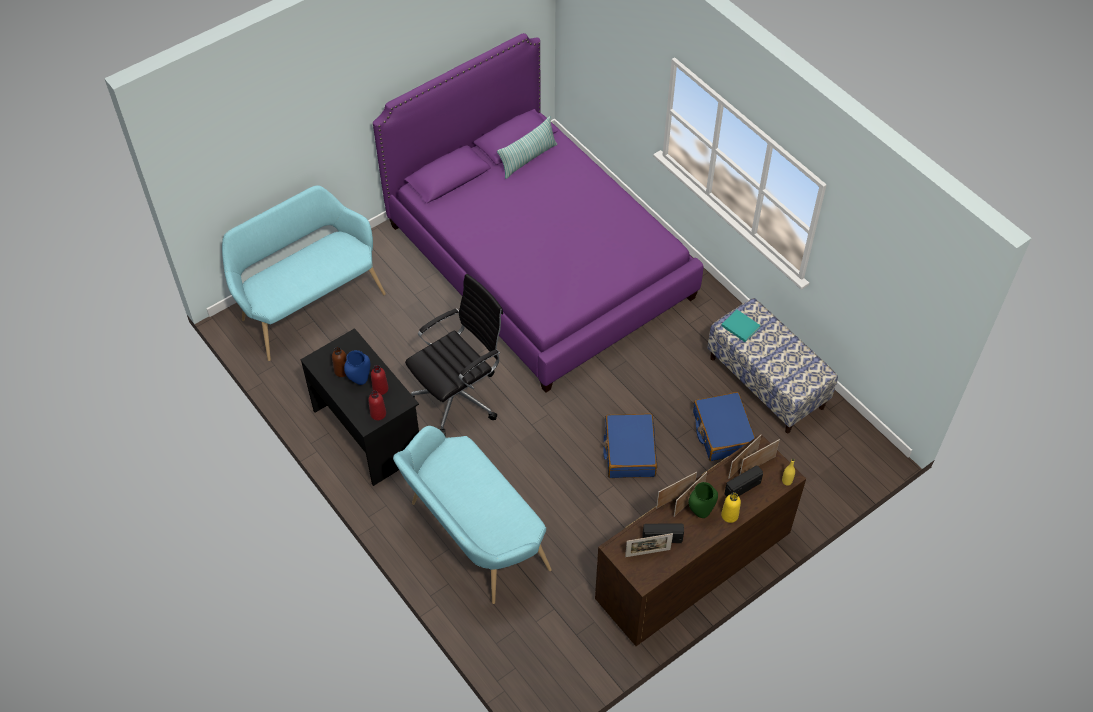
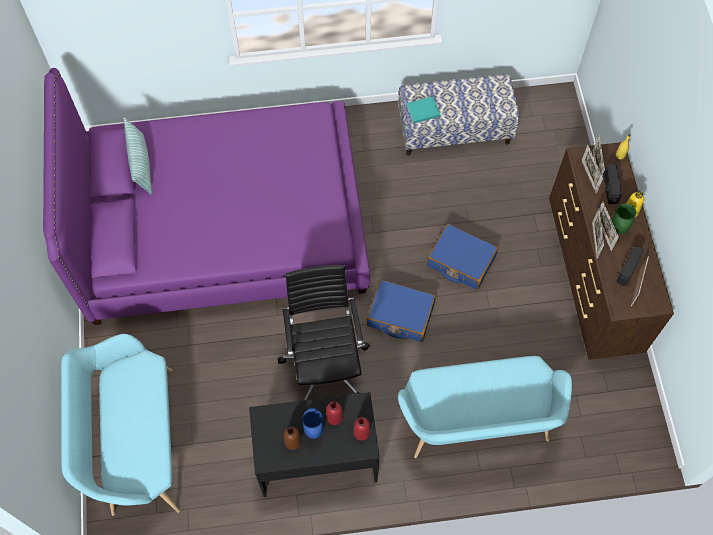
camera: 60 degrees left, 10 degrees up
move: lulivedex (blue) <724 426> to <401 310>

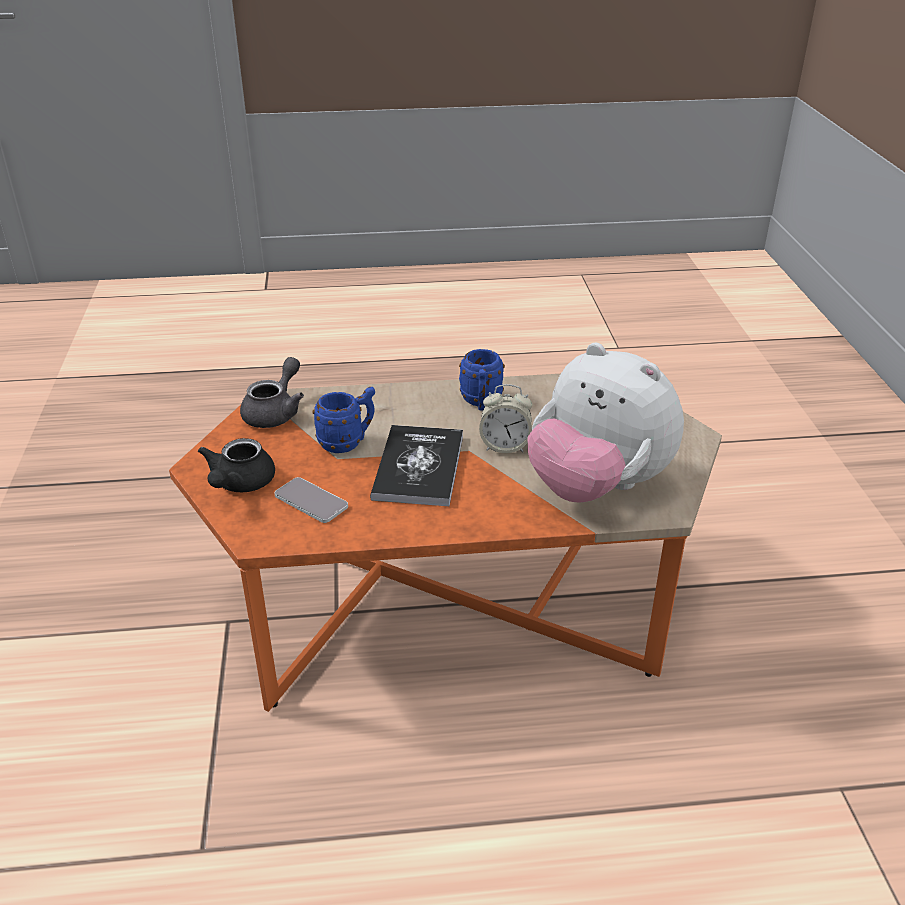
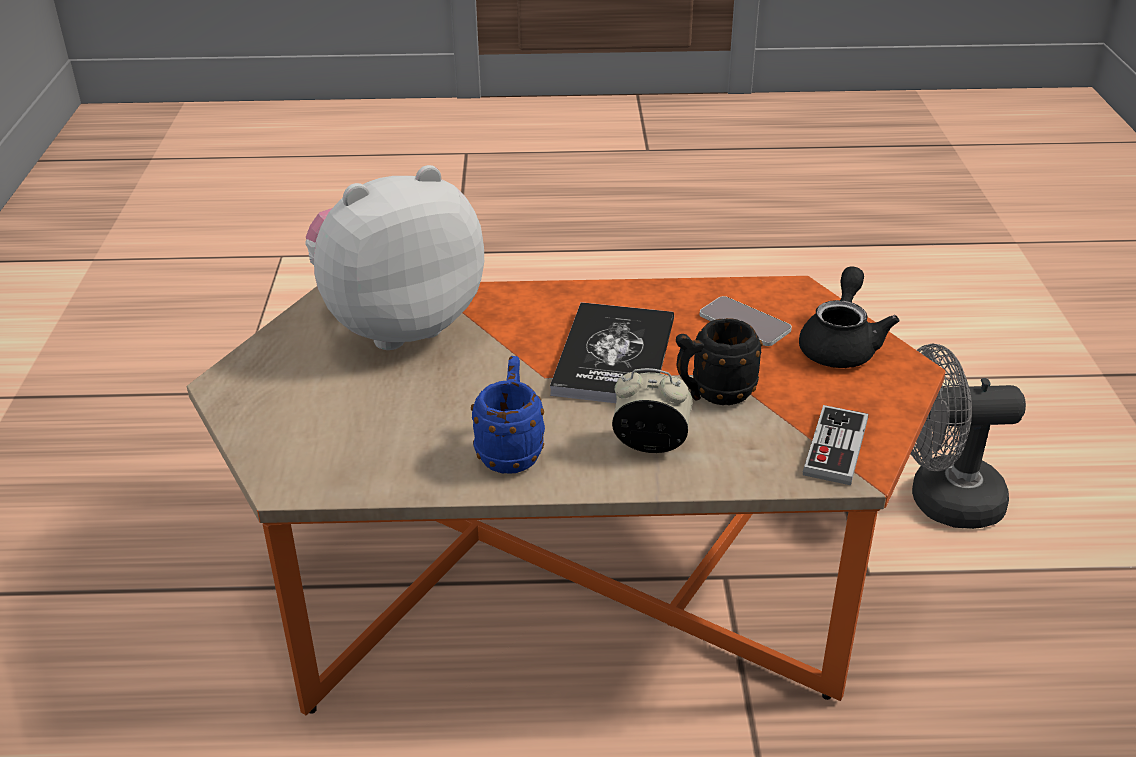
camera: 175 degrees left, 0 degrees up
insert: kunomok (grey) <968 436>
move: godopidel <505 418> to <652 410>
replace: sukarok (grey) <272 392> to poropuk <835 445>
recolor: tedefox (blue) <344 420> to tedefox (black) <719 361>
rotate: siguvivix <606 423> = <394 257> 75 degrees counterclockwise

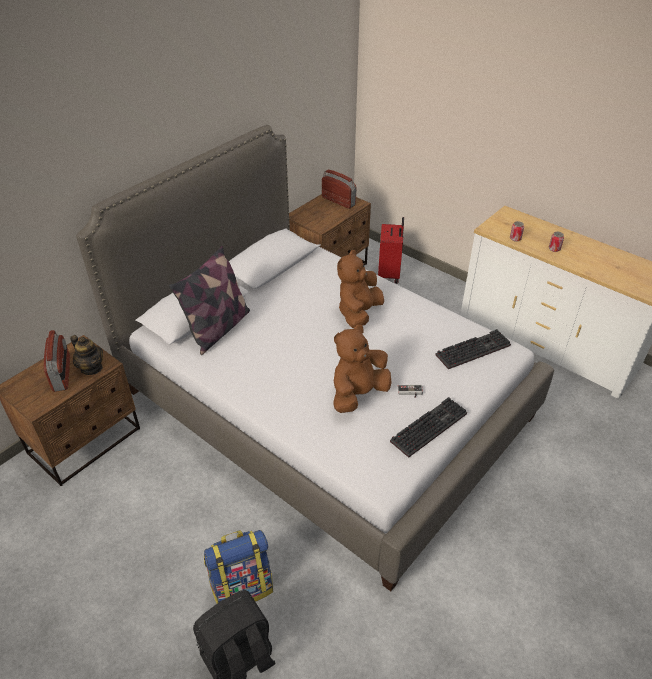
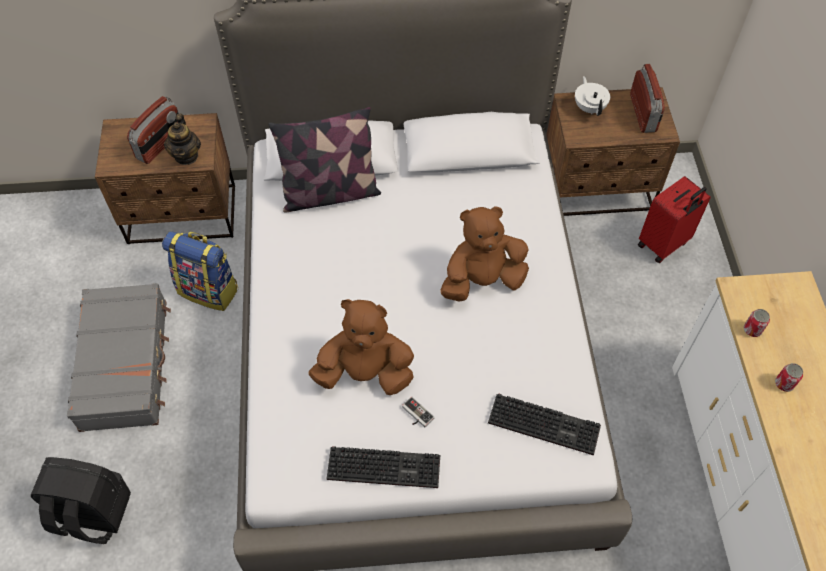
camera: 45 degrees right, 15 degrees up
insert: lulivedex (grey) <119 357>; sukarok (white) <592 96>
move: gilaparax <238 566> to <200 271>

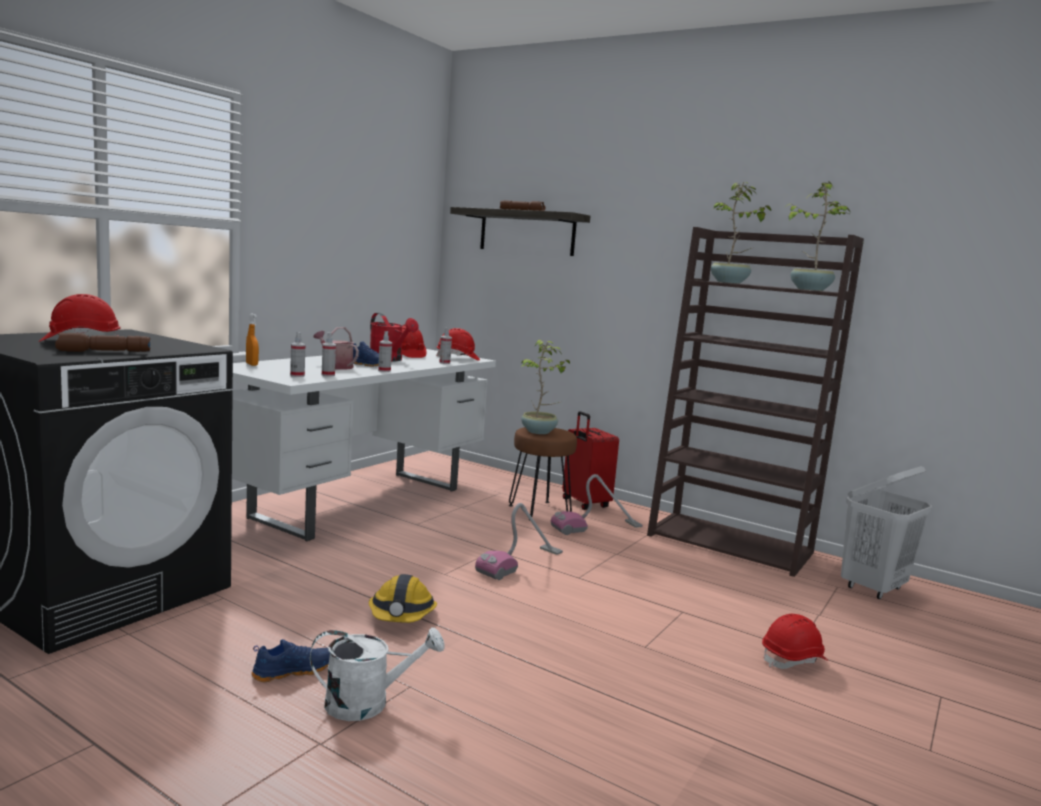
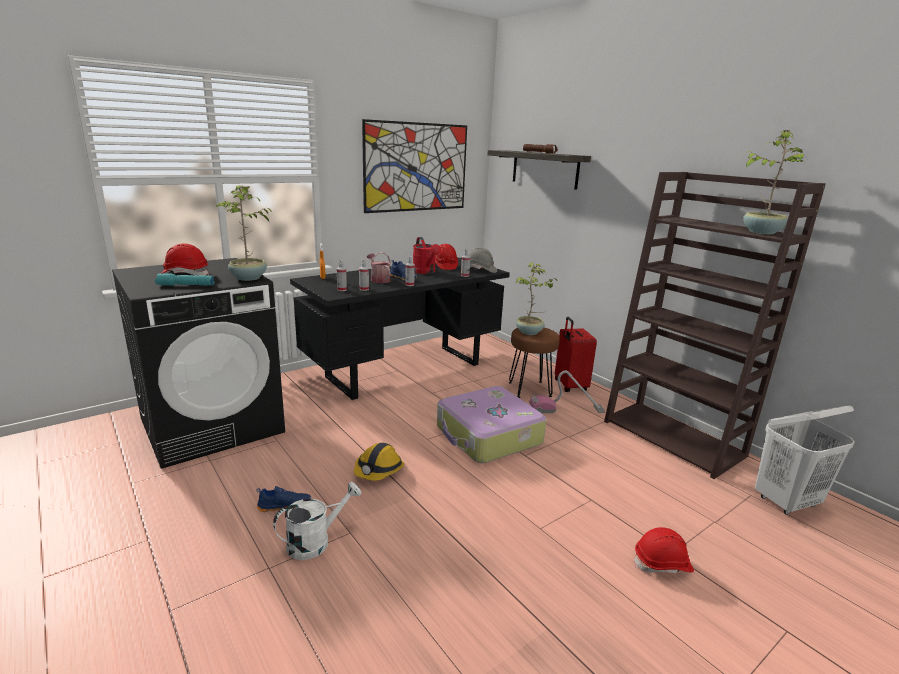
camera: 20 degrees right, 10 degrees up
insert: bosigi <414 166>
move: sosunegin <741 233> to <244 233>
replace: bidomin <519 541> to lulivedex <492 424>
recolor: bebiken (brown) <102 342> to bebiken (turquoise) <184 279>; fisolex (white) <364 445> to fisolex (black) <400 328>; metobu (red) <458 344> to metobu (grey) <483 260>
rotate: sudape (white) <377 674> = <317 521> 45 degrees counterclockwise

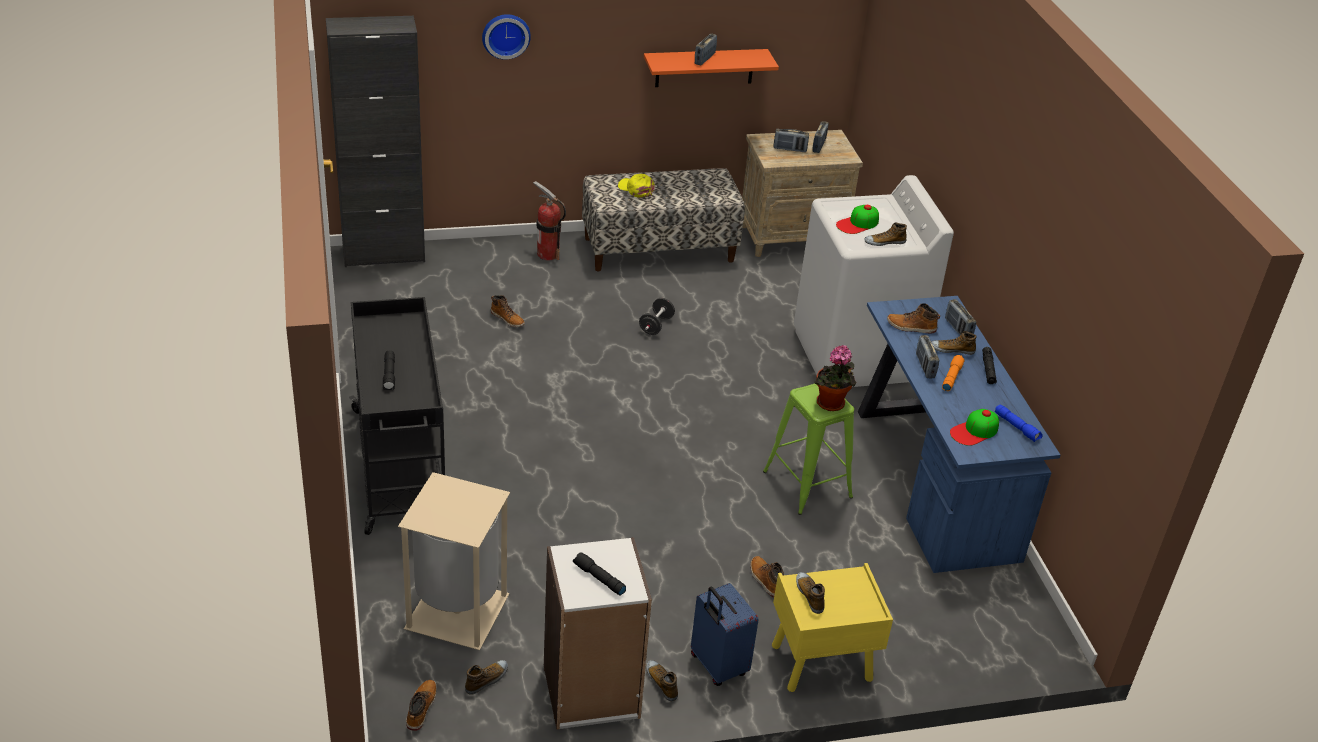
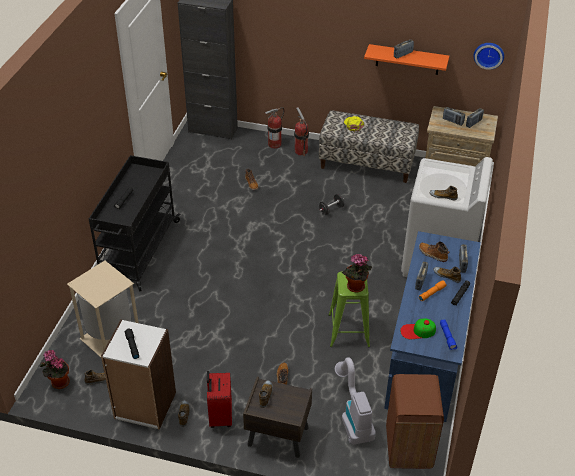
camera: 30 degrees right, 5 degrees up
delete: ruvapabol <857 219>
insert: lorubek <274 128>; bidomin <355 401>; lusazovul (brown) <415 421>
move: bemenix <506 37> to <489 56>
replace: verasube <421 705> to sosunegin <55 369>
recolor: lulivedex (blue) <724 634> to lulivedex (red) <219 399>; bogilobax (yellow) <832 627> to bogilobax (brown) <277 417>

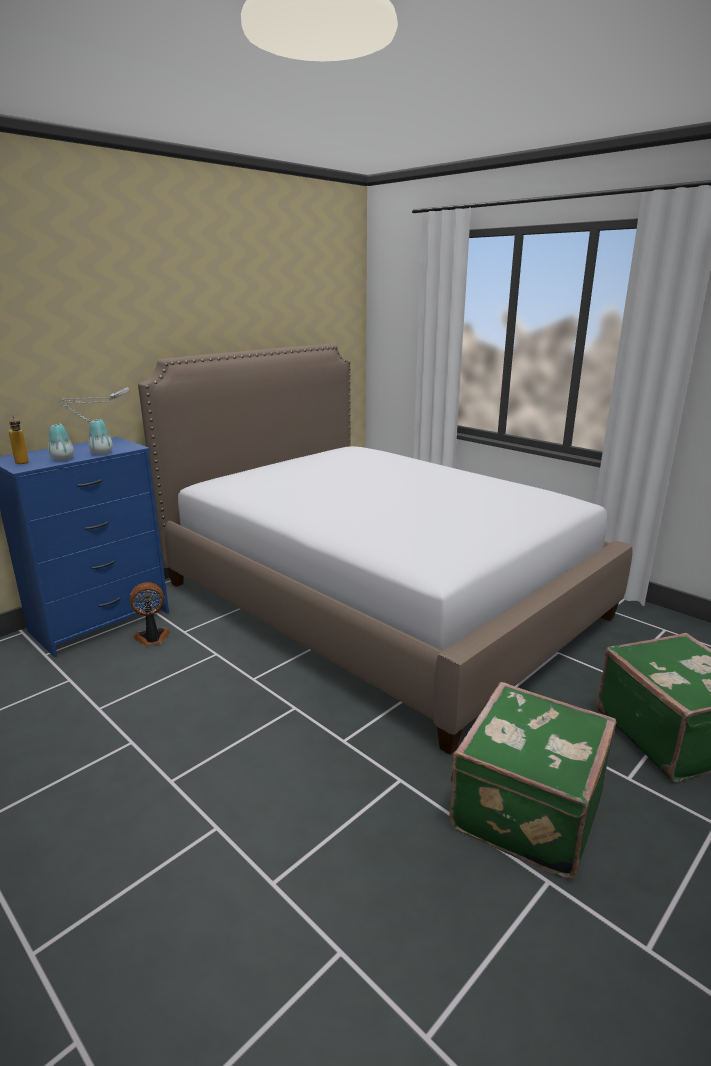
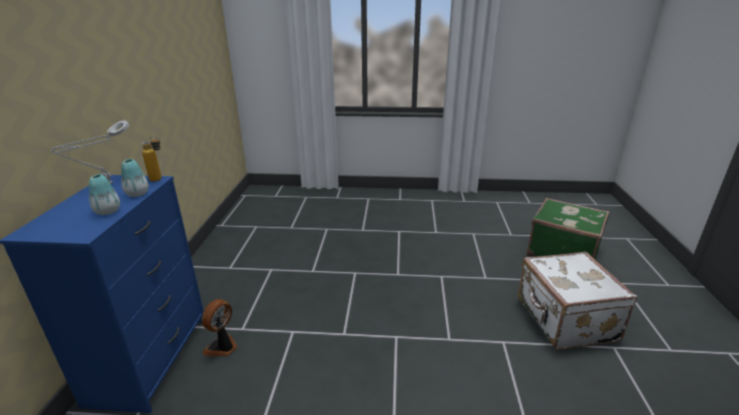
camera: 40 degrees left, 5 degrees up
delete: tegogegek <385 549>
move: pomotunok <19 439> to <152 158>
recolor: lulivedex (green) <532 780> to lulivedex (white) <577 301>

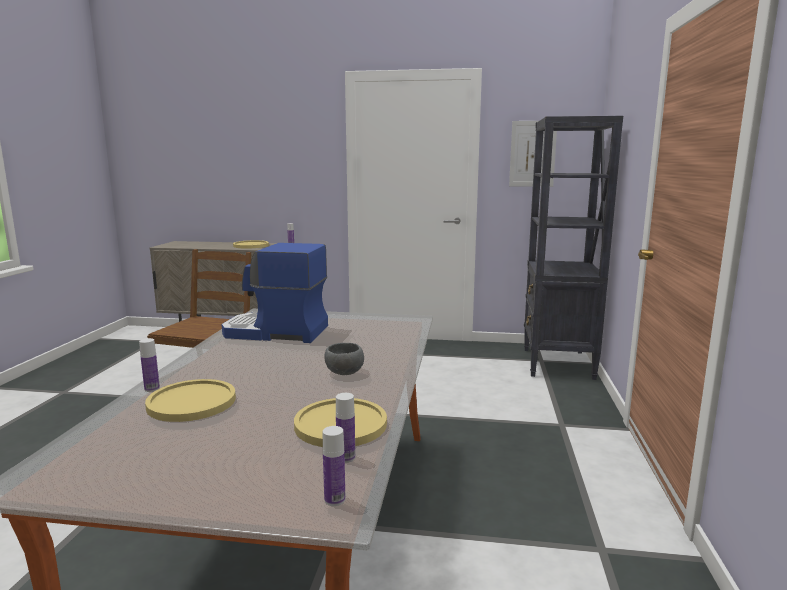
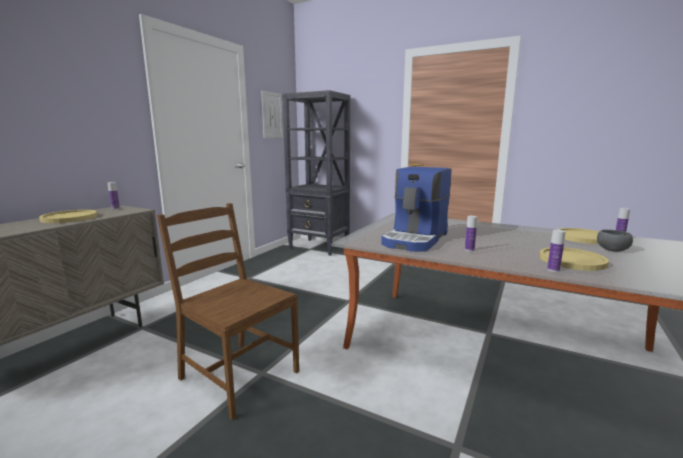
camera: 70 degrees left, 0 degrees up
move: pomotunok <334 466> to <471 233>; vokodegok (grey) <344 359> to <615 241>

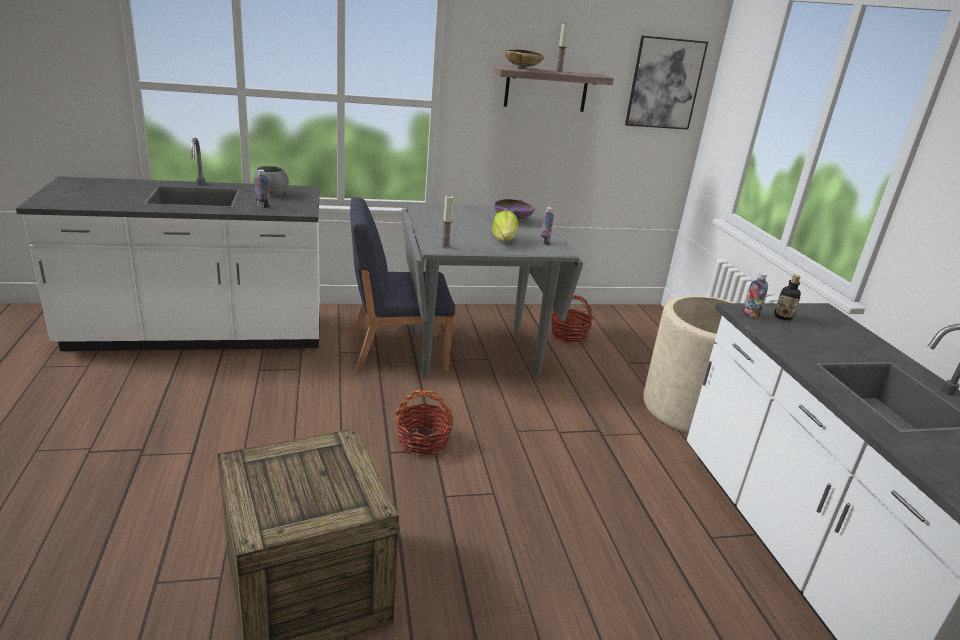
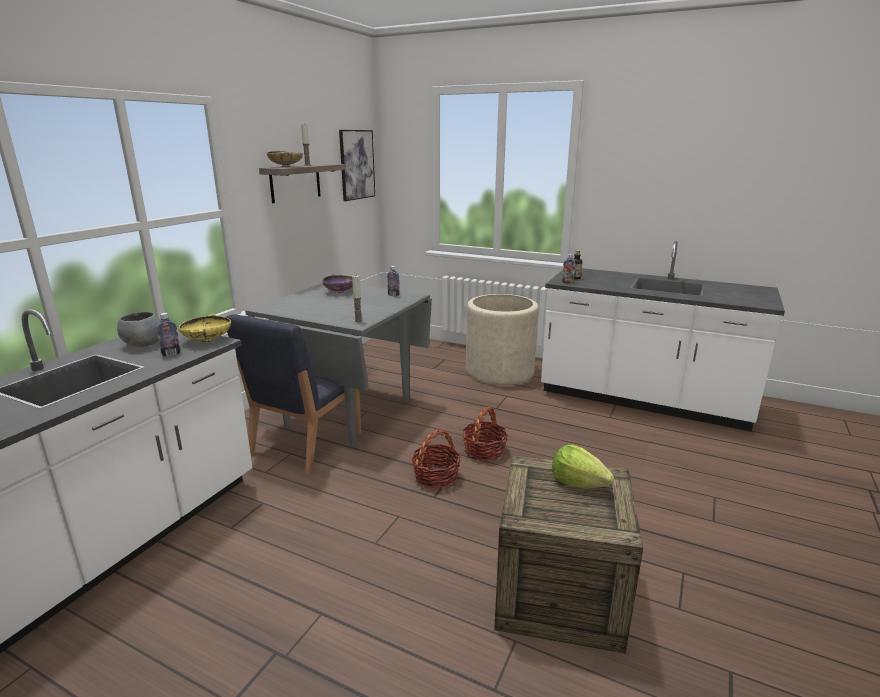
camera: 50 degrees left, 5 degrees down
insert: vokodegok (yellow) <205 328>
move: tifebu <505 226> to <583 466>; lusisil <572 319> to <485 434>

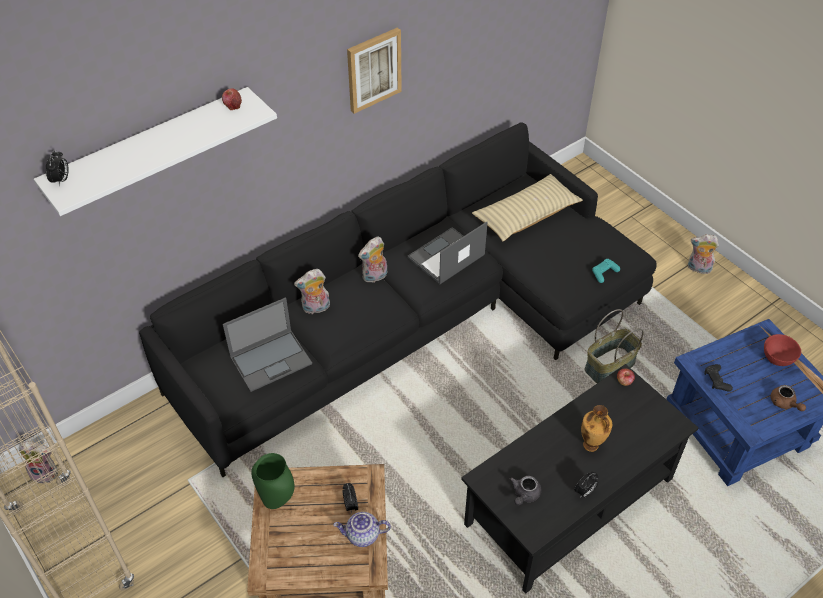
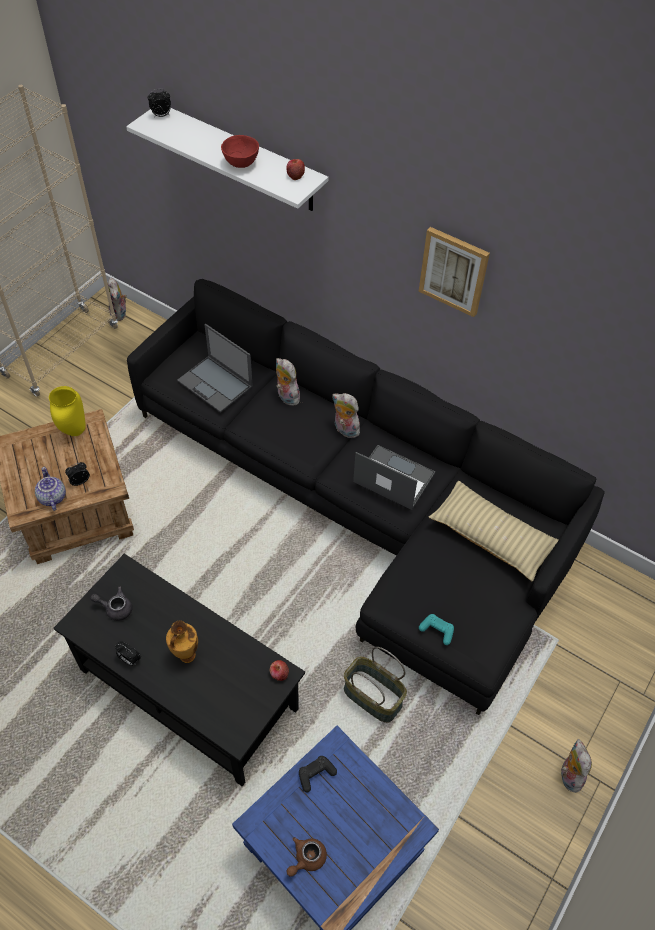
camera: 70 degrees right, 5 degrees up
move: vokodegok (red) <782 350> to <240 151>
recolor: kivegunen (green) <273 481> to kivegunen (yellow) <67 411>

